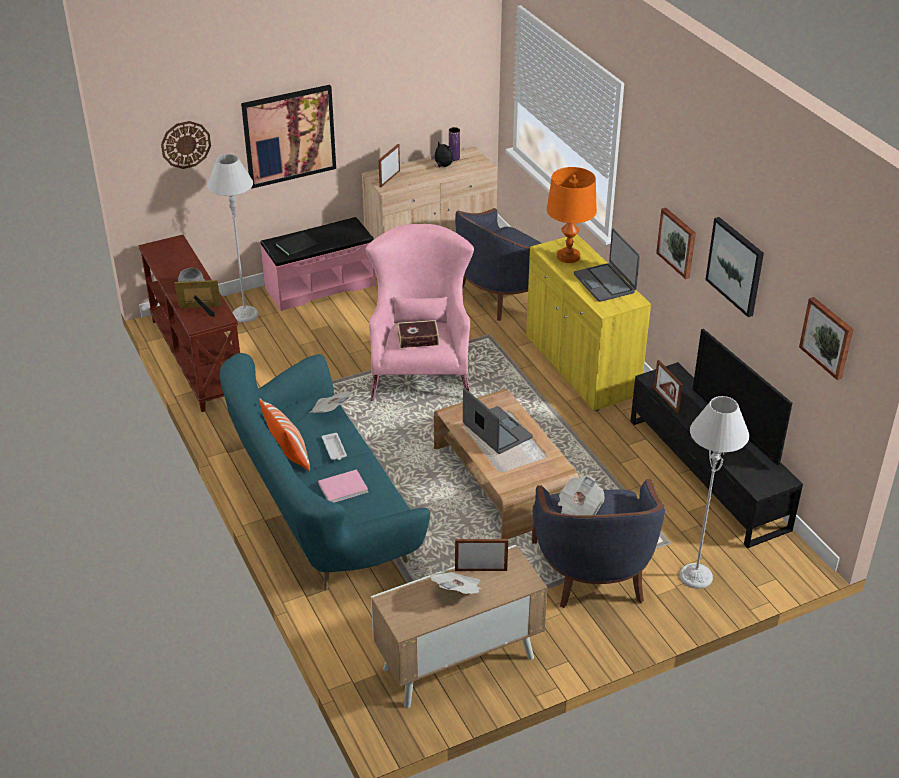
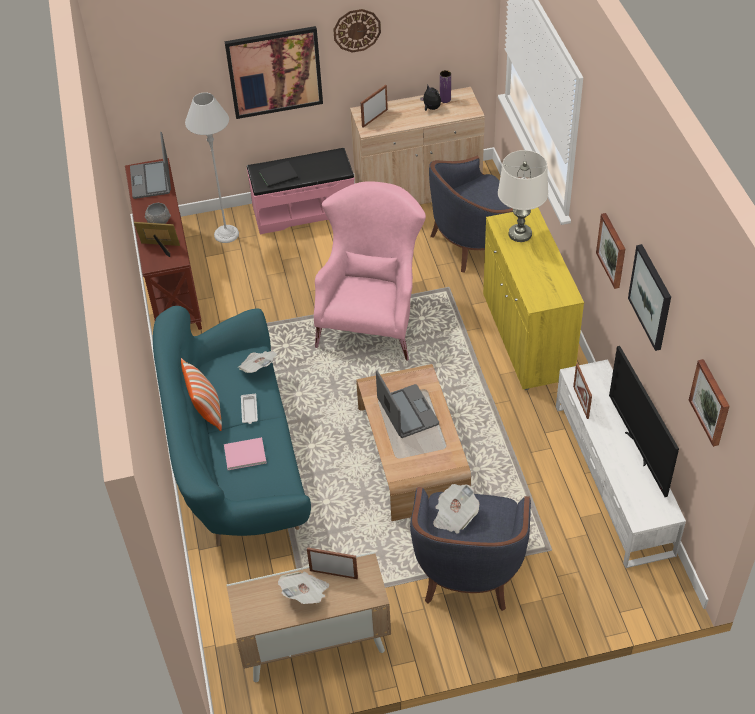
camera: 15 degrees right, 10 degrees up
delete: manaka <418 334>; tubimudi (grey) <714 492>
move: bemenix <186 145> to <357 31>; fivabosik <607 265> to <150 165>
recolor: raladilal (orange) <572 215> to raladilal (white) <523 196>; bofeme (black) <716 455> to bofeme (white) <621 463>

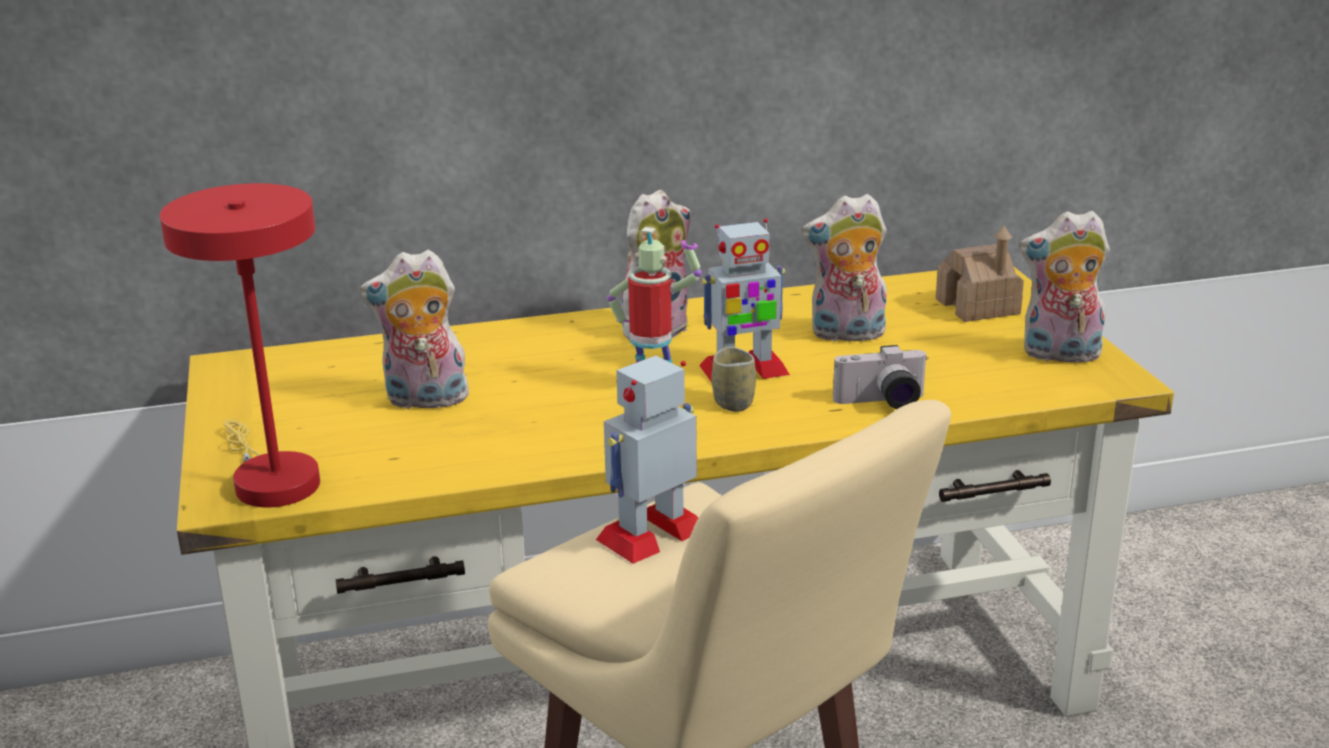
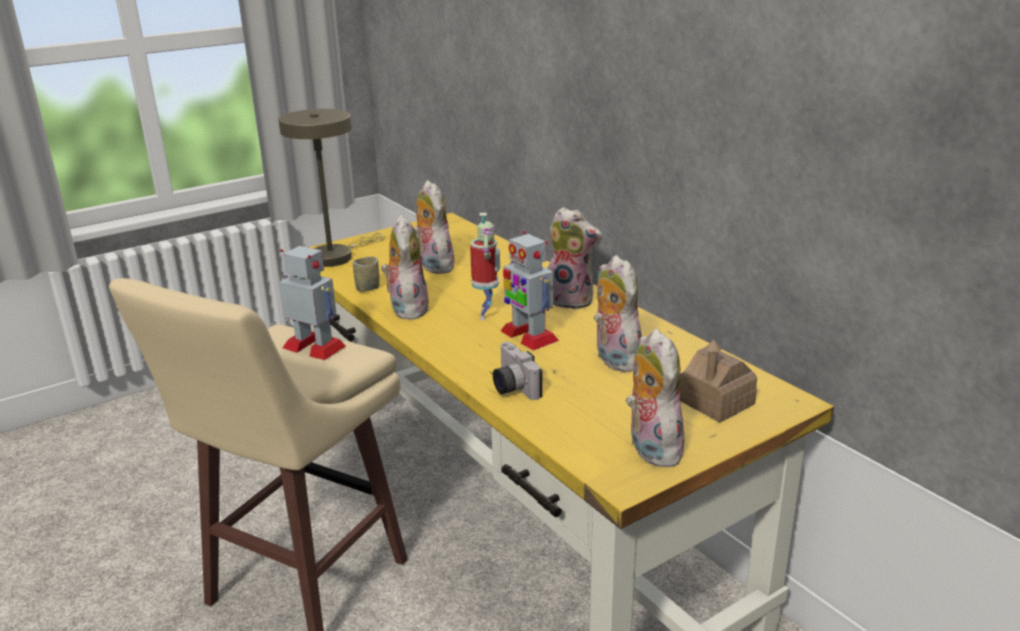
camera: 70 degrees right, 0 degrees up
insert: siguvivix <405 267>
move: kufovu <734 379> to <366 274>
recolor: raladilal (red) <240 345> to raladilal (beige) <331 188>

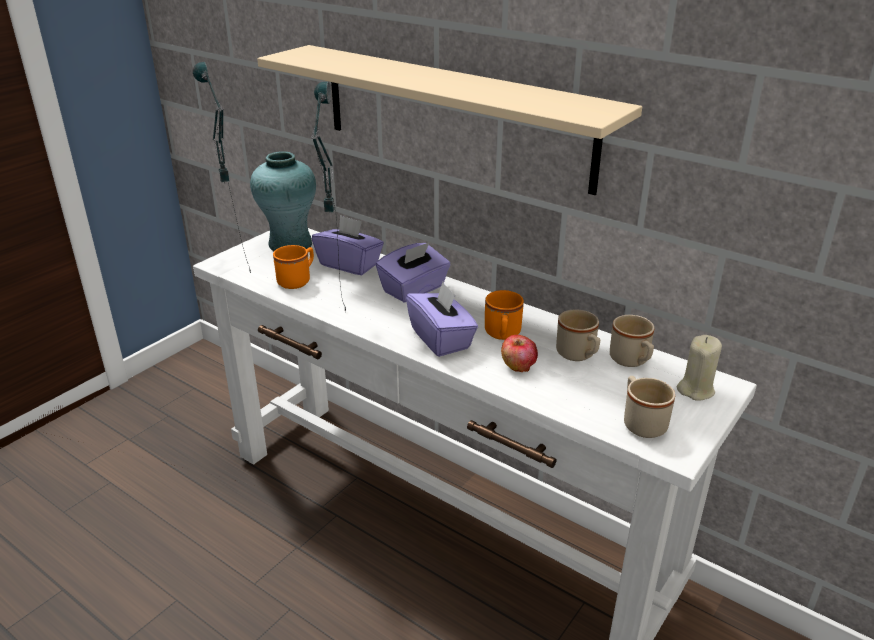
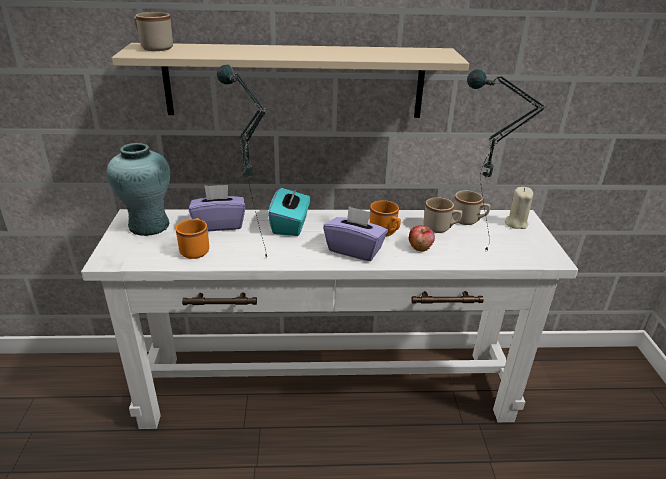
camera: 40 degrees left, 0 degrees up
move: raladilal <222 168> to <506 160>; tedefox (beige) <649 407> to <153 31>
recolor: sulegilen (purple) <413 272> to sulegilen (turquoise) <289 211>

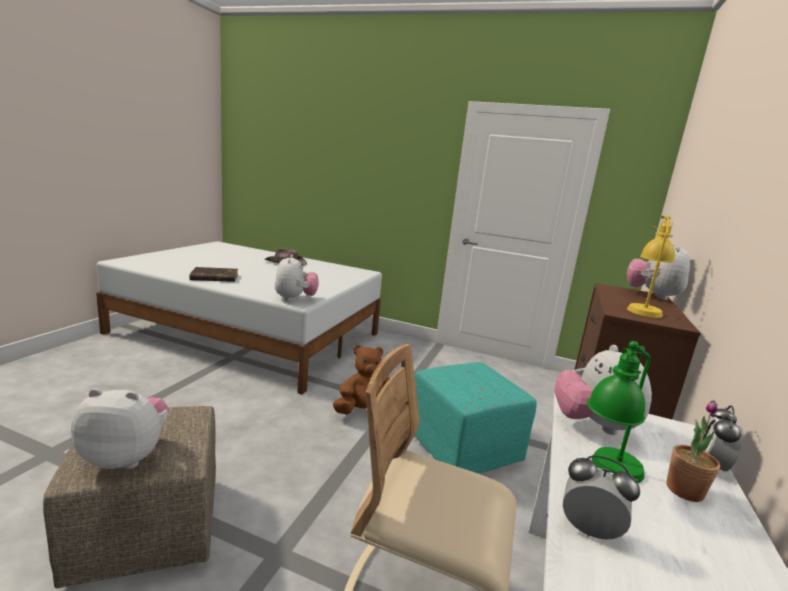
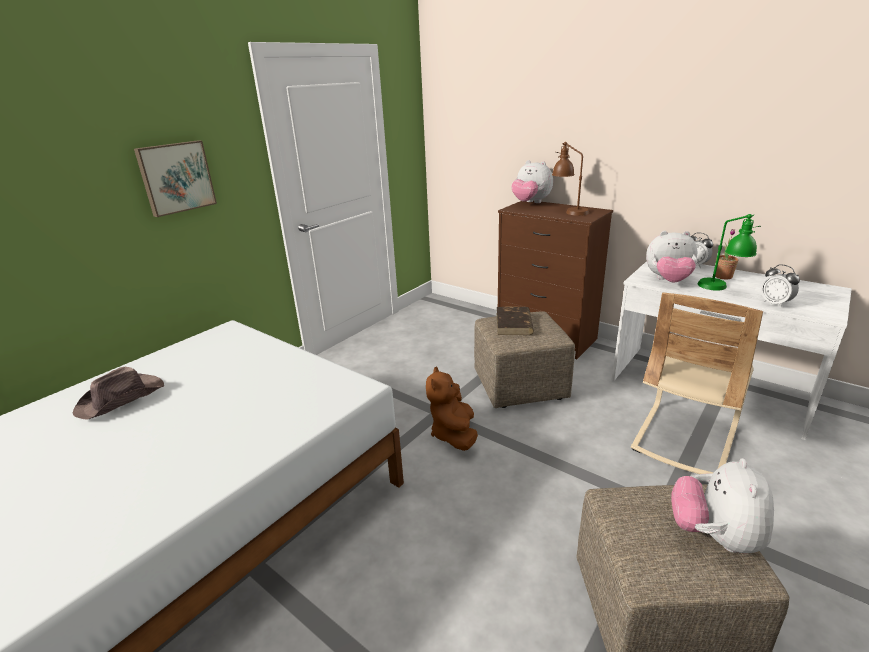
camera: 70 degrees left, 10 degrees up
delete: siguvivix <297 277>
insert: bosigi <175 178>
move: manaka (brown) <213 274> to <515 321>
recolor: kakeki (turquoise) <475 418> to kakeki (beige) <524 359>; raladilal (yellow) <651 266> to raladilal (brown) <570 179>
rotate: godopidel <601 497> = <780 286> 75 degrees counterclockwise

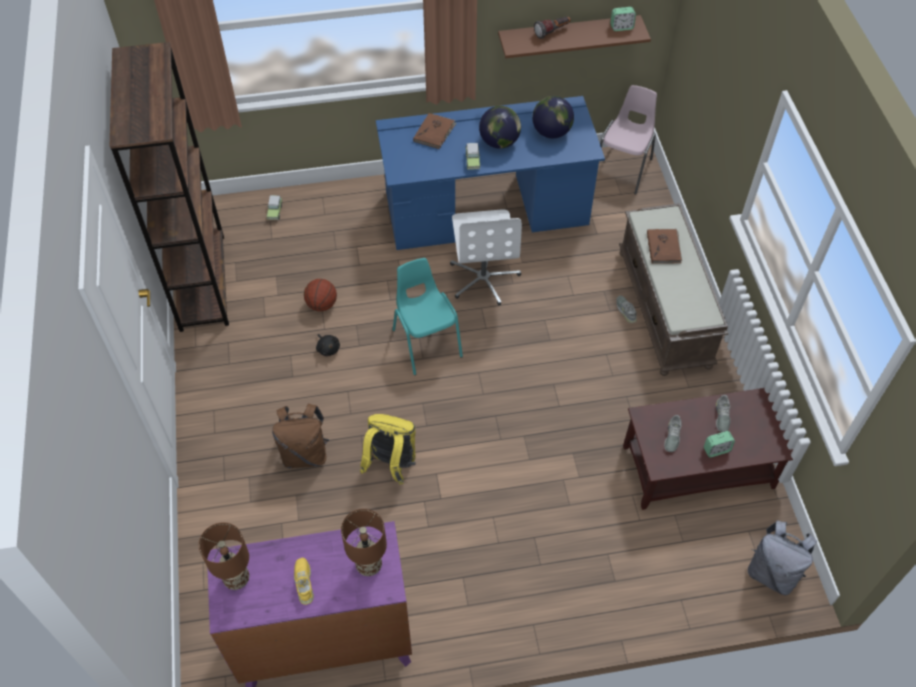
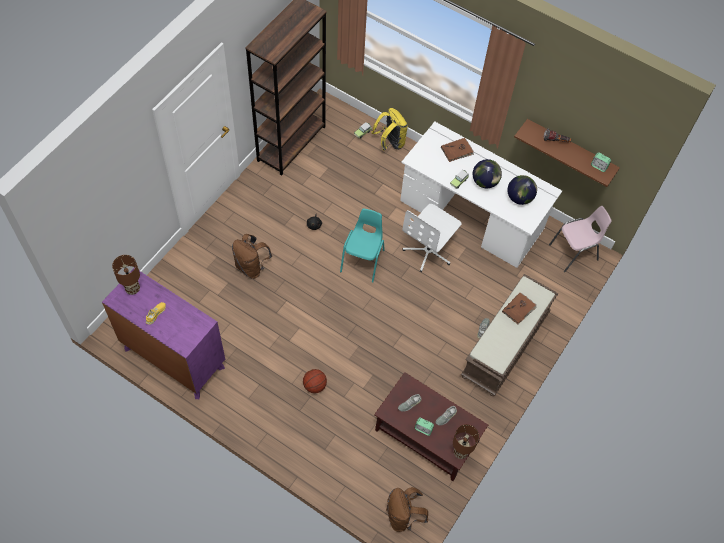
camera: 40 degrees right, 5 degrees up
move: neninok <320 295> to <315 381>; raladilal (brown) <364 542> to <466 441>; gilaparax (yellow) <388 449> to <389 129>
recolor: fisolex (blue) <490 173> to fisolex (white) <481 195>; gilaparax (grey) <782 557> to gilaparax (brown) <407 509>

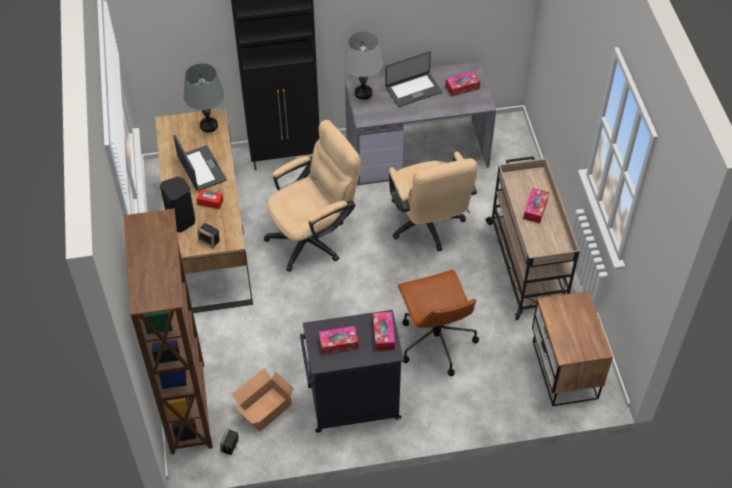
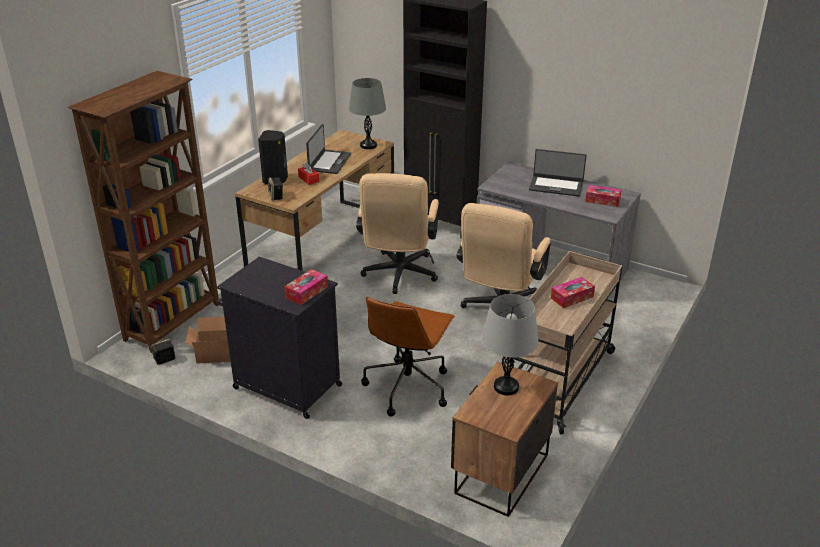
camera: 40 degrees right, 20 degrees down
delete: sulegilen <339 340>
move: raladilal (grey) <363 65> to <510 344>
rotate: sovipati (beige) <312 196> = <397 233> 90 degrees clockwise

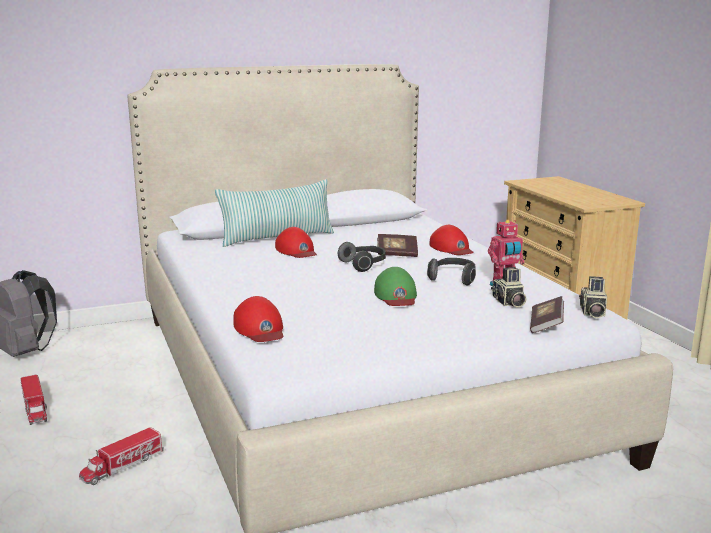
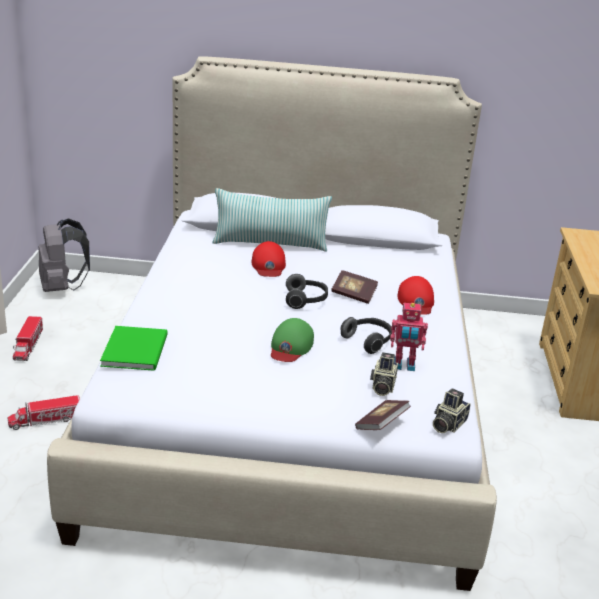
camera: 25 degrees right, 10 degrees up
replace: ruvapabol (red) <258 319> to manaka (green) <134 348>

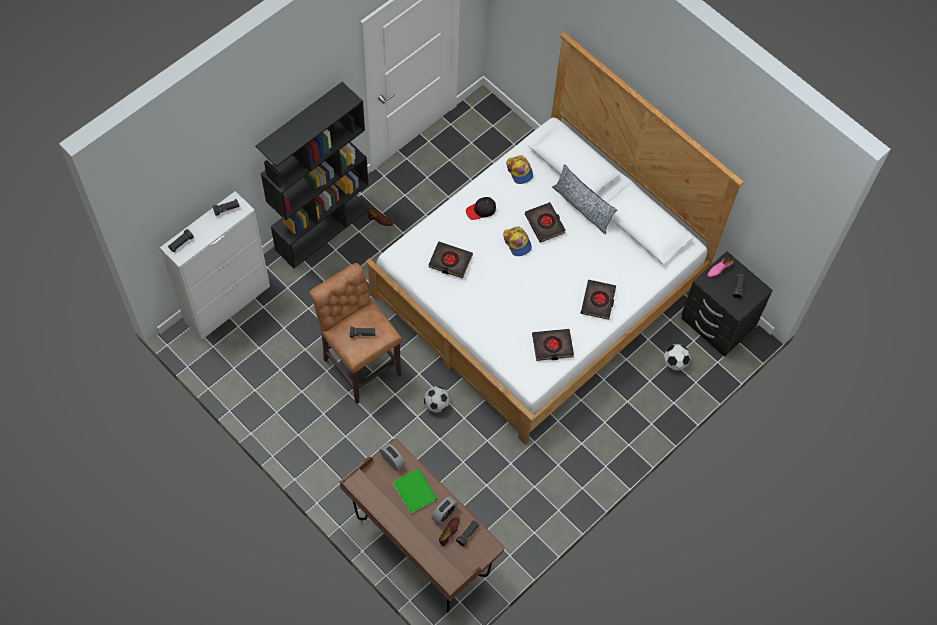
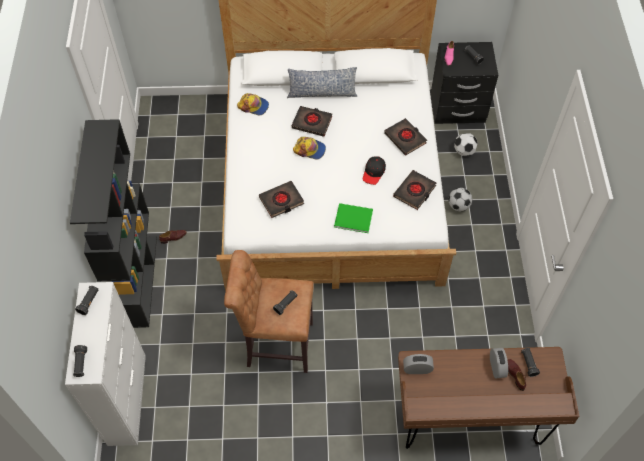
camera: 45 degrees left, 5 degrees down
move: manaka (green) <414 491> to <353 218>; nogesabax <437 399> to <460 199>; ruvapabol (black) <481 208> to <374 170>

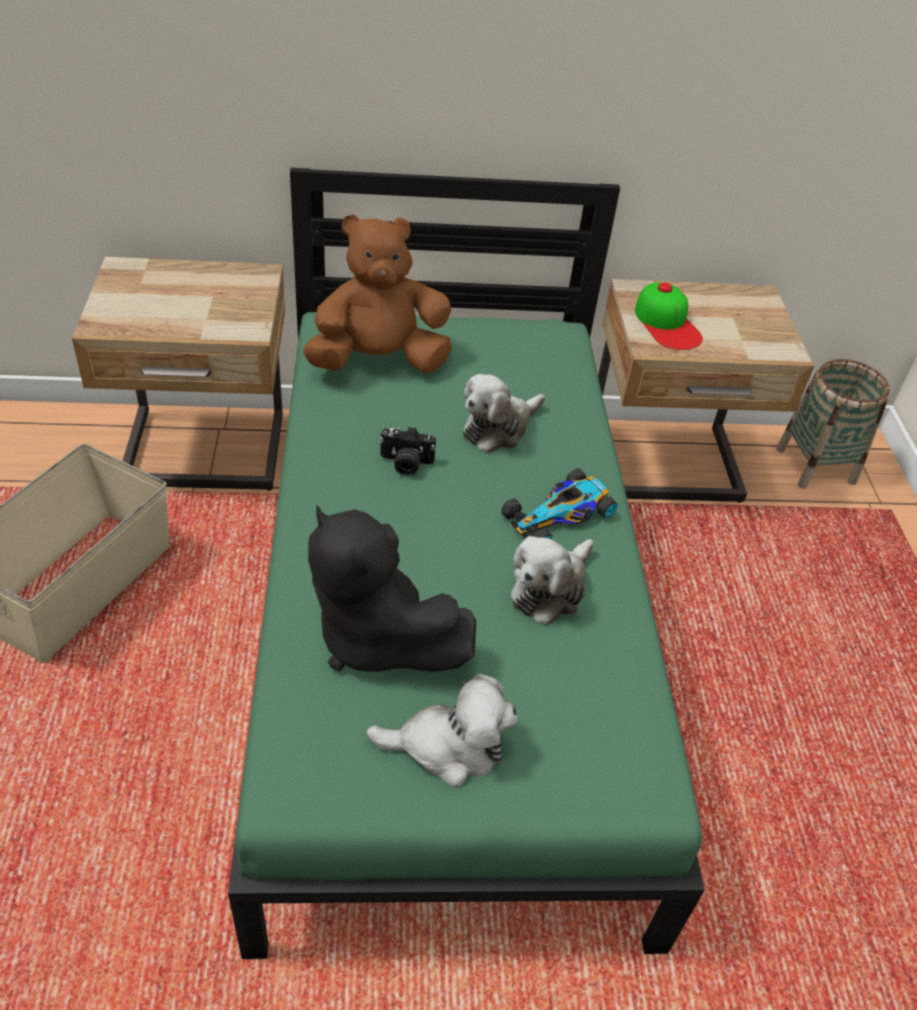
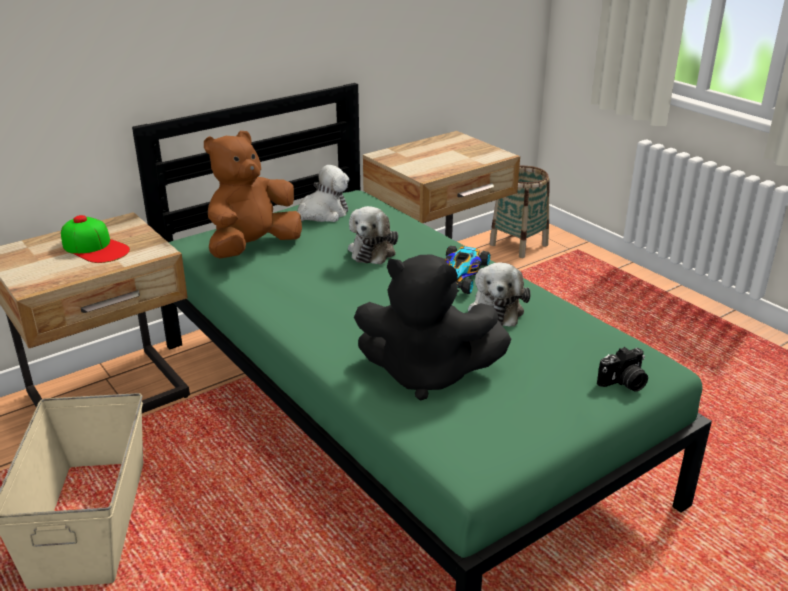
camera: 30 degrees left, 15 degrees down
move: siguvivix <442 730> to <323 193>; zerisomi <407 451> to <622 369>; ruvapabol <669 316> to <95 239>

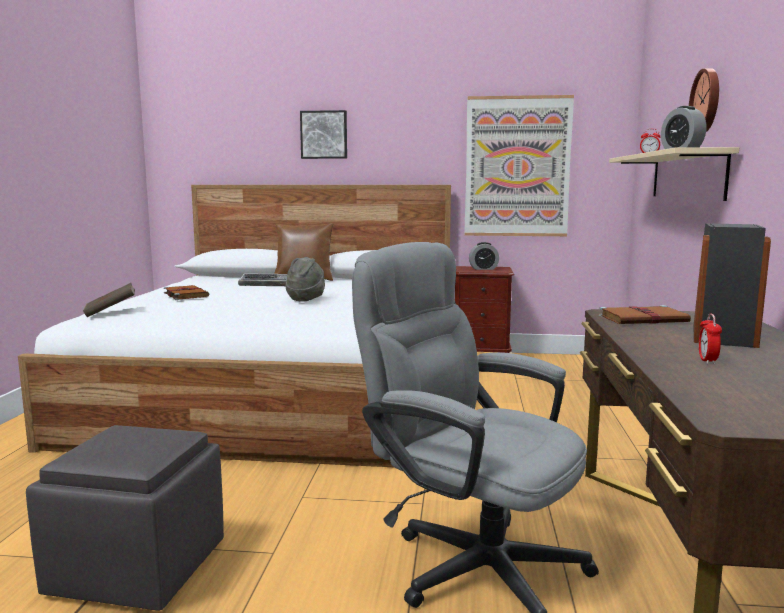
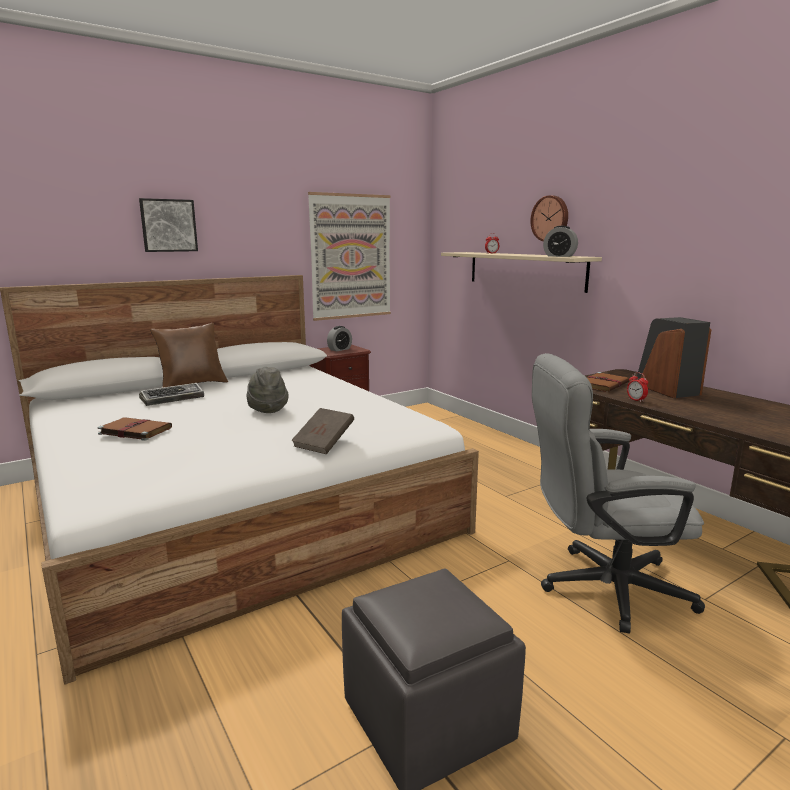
camera: 40 degrees left, 5 degrees up
move: manaka (brown) <109 300> to <322 431>; godopidel <710 339> to <637 387>

